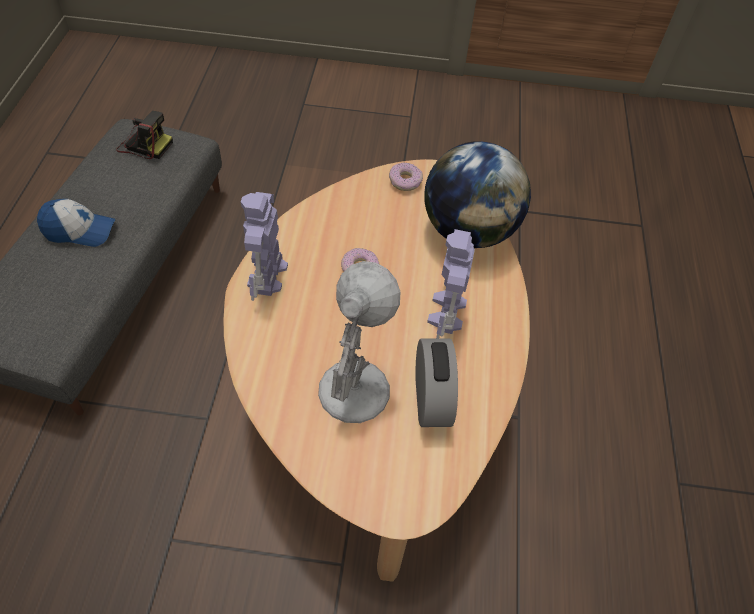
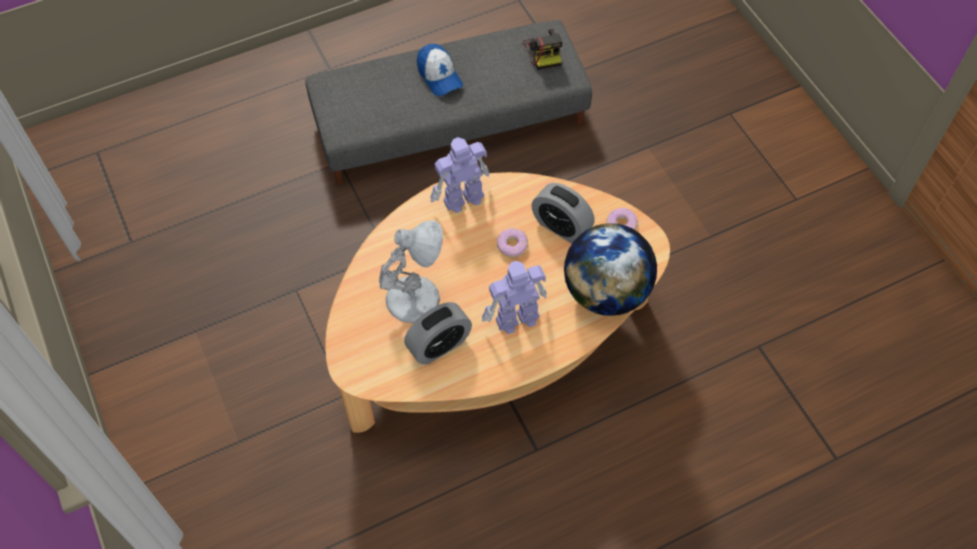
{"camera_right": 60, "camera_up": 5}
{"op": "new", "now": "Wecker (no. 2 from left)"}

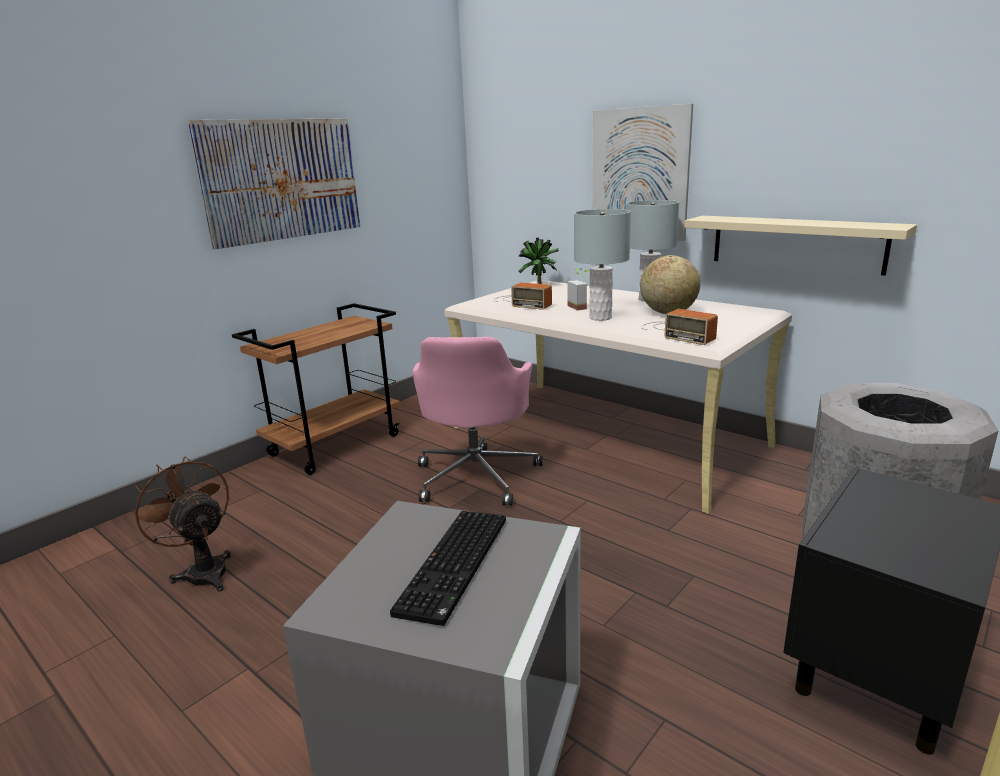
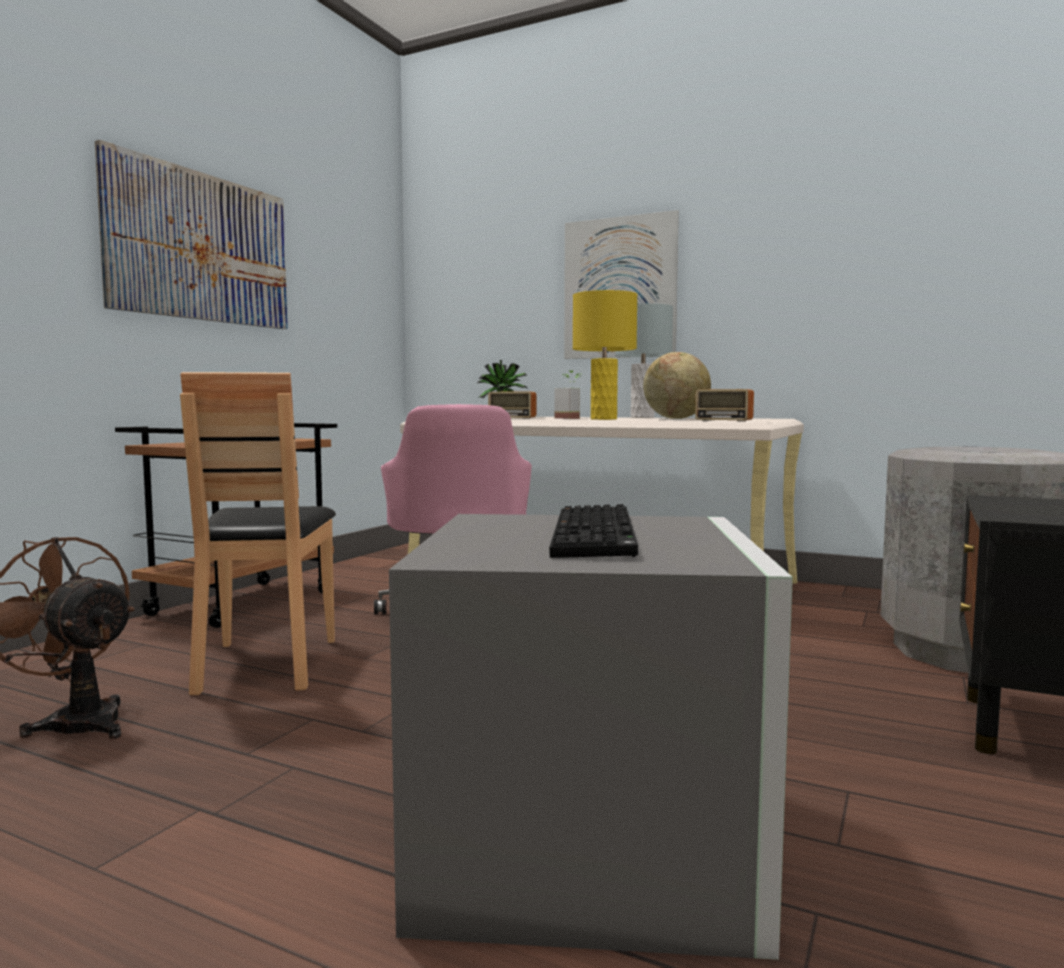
{"camera_right": -15, "camera_up": -15}
{"op": "new", "now": "Stuhl [braun]"}
{"op": "repainted", "was": "Tischlampe [grau] (no. 1 from left)", "now": "Tischlampe [gelb]"}
{"op": "gone", "was": "Wandregal [beige]"}

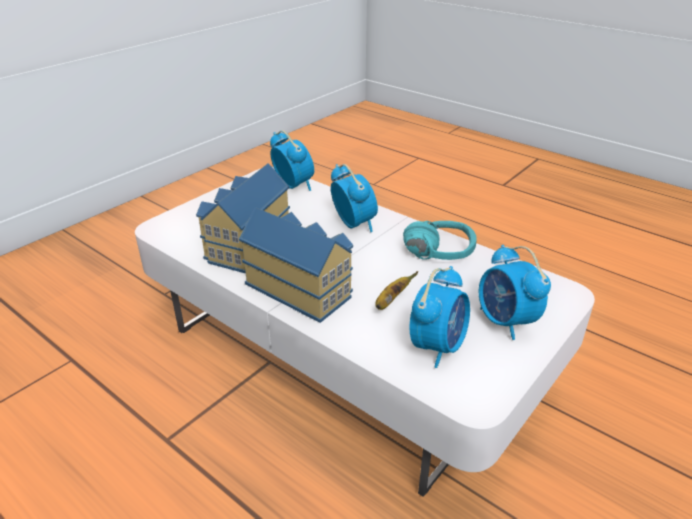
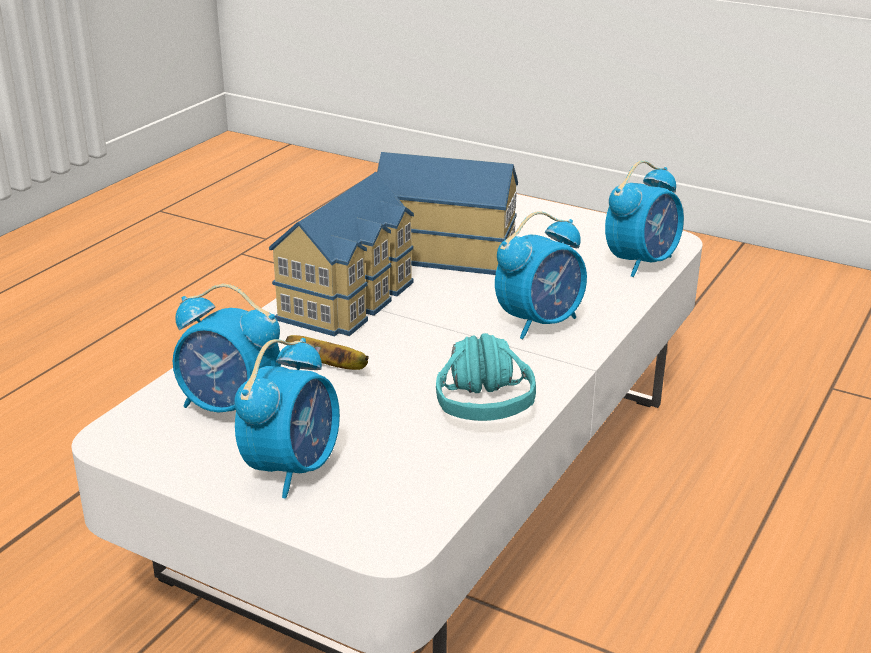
{"camera_right": 80, "camera_up": -5}
{"op": "rotated", "was": "Wecker (no. 4 from left in the first image)", "clockwise": 150}

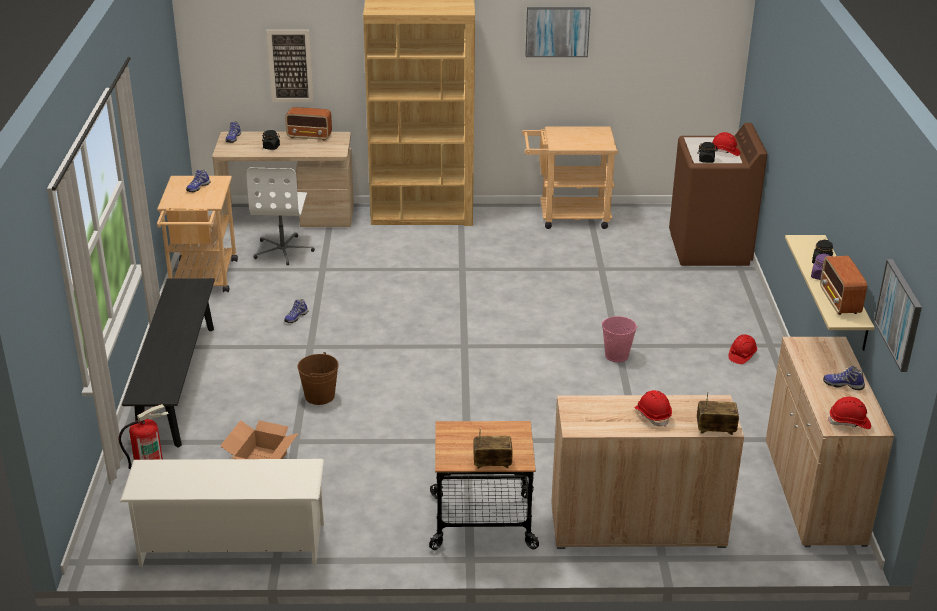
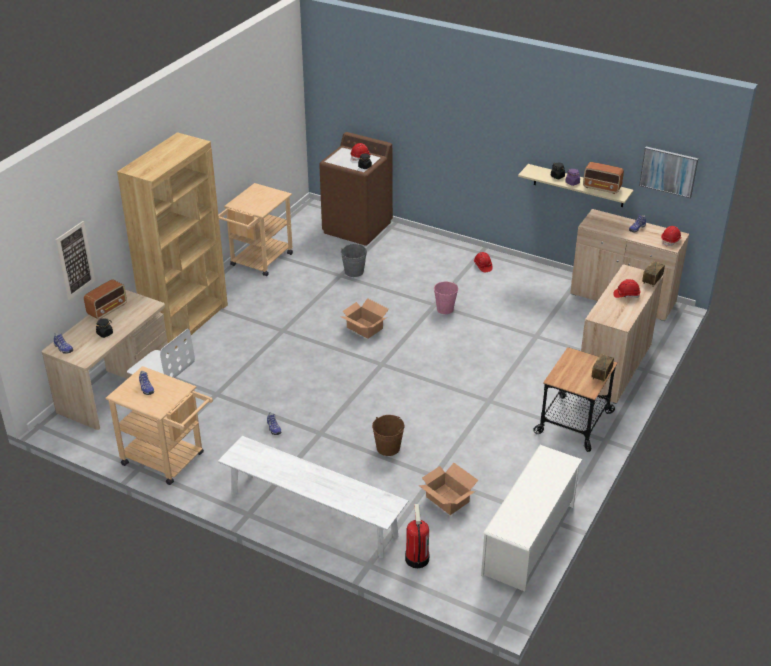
{"camera_right": -60, "camera_up": 5}
{"op": "repainted", "was": "Bank [schwarz]", "now": "Bank [weiß]"}
{"op": "new", "now": "Eimer [grau]"}
{"op": "new", "now": "Karton (no. 1 from left)"}
{"op": "gone", "was": "Bild (no. 2 from left)"}

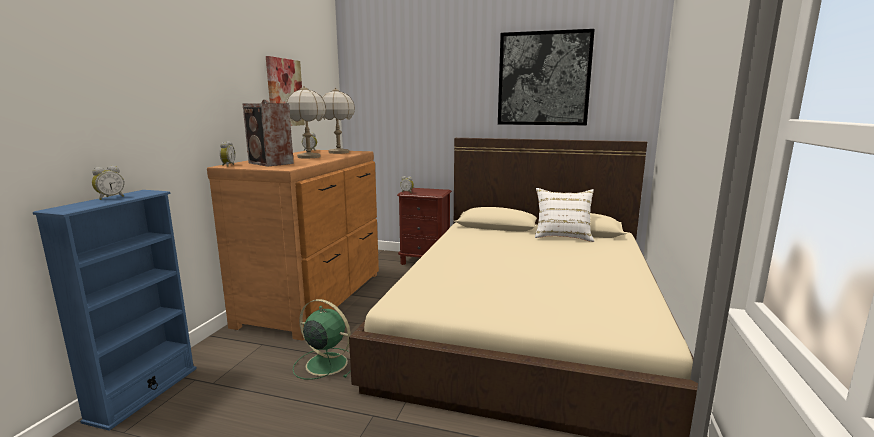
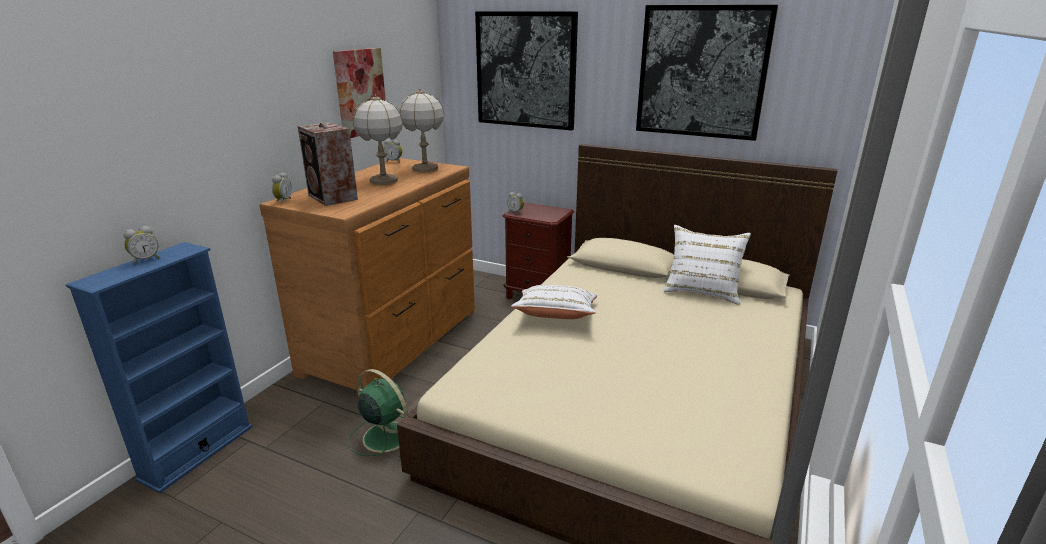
{"camera_right": 10, "camera_up": 10}
{"op": "new", "now": "Bild (no. 2 from left)"}
{"op": "new", "now": "Kissen [weiß] (no. 1 from left)"}

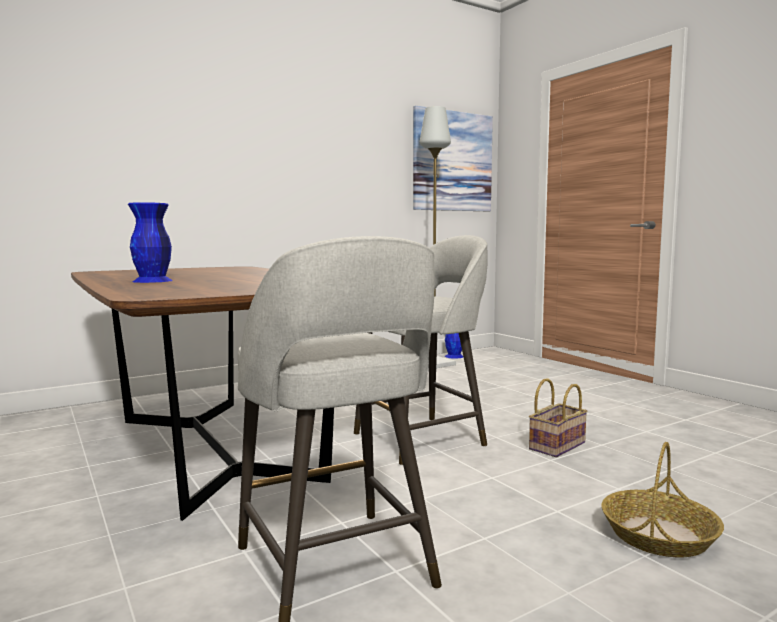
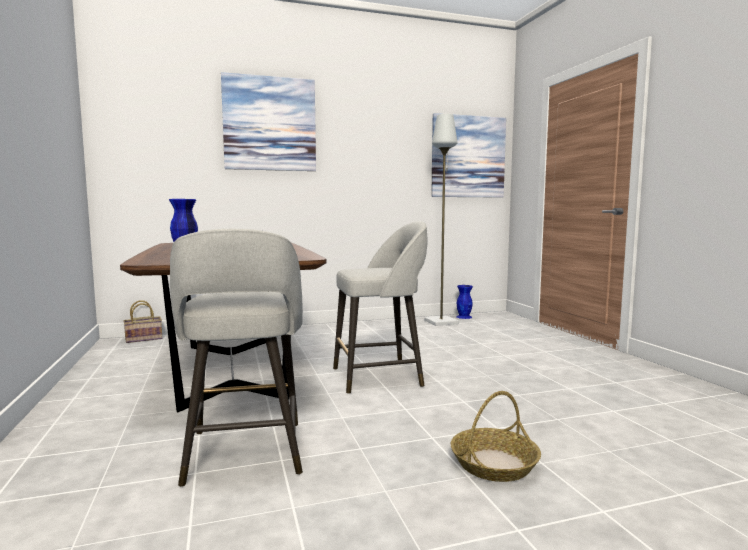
{"camera_right": 15, "camera_up": 0}
{"op": "shifted", "was": "Korb (no. 1 from left)"}
{"op": "new", "now": "Bild (no. 1 from left)"}

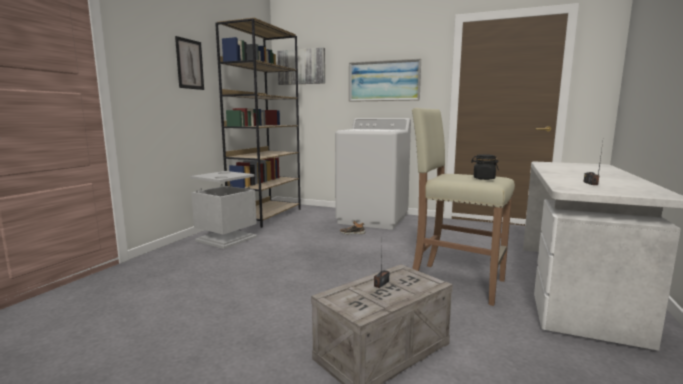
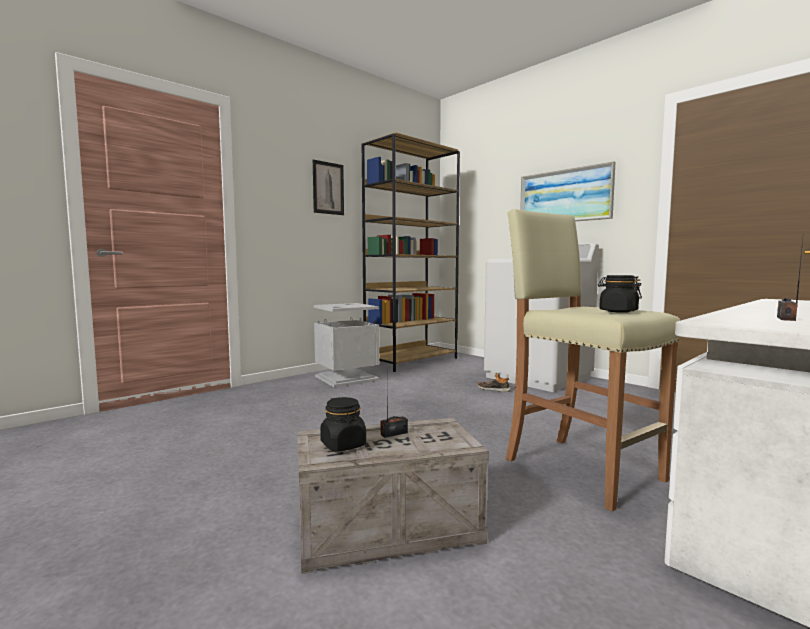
{"camera_right": 25, "camera_up": -5}
{"op": "new", "now": "Vorratsglas [schwarz] (no. 1 from left)"}
{"op": "gone", "was": "Bild (no. 2 from left)"}

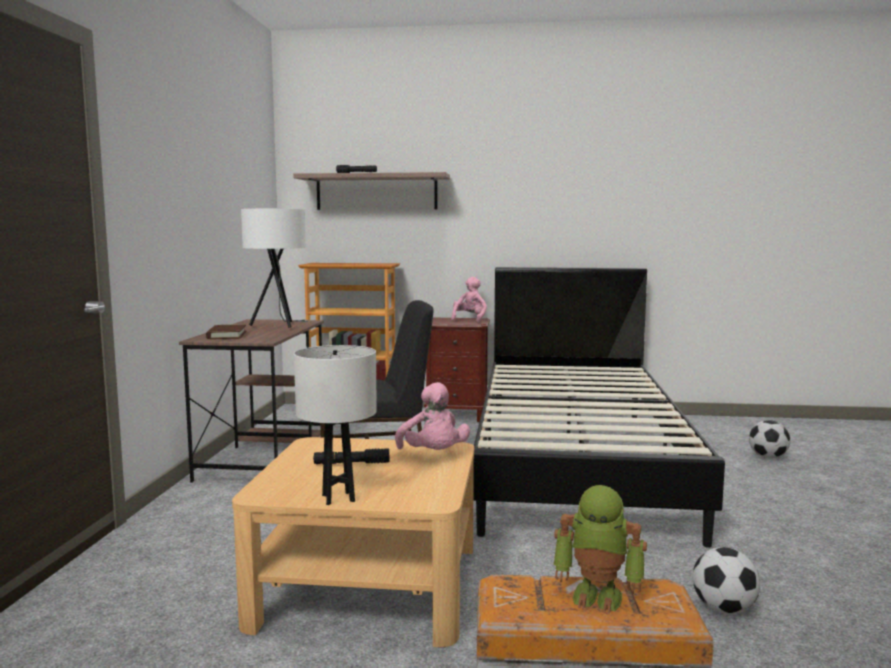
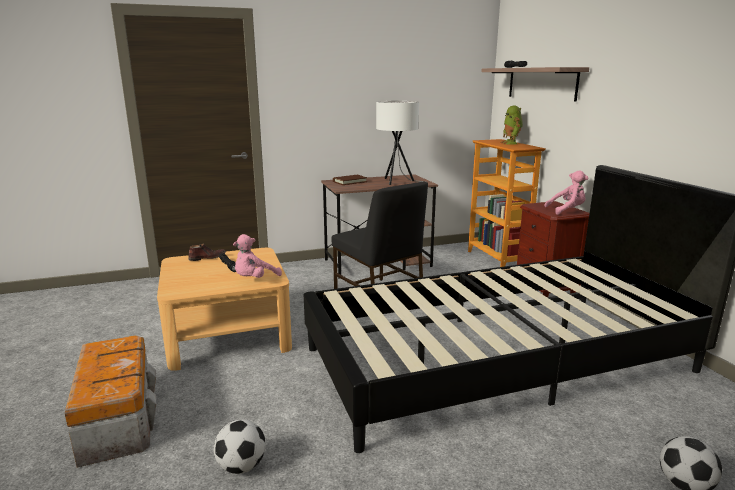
{"camera_right": 65, "camera_up": 10}
{"op": "new", "now": "Schuh [braun]"}
{"op": "shifted", "was": "Spielzeugroboter"}
{"op": "gone", "was": "Tischlampe [weiß] (no. 2 from left)"}

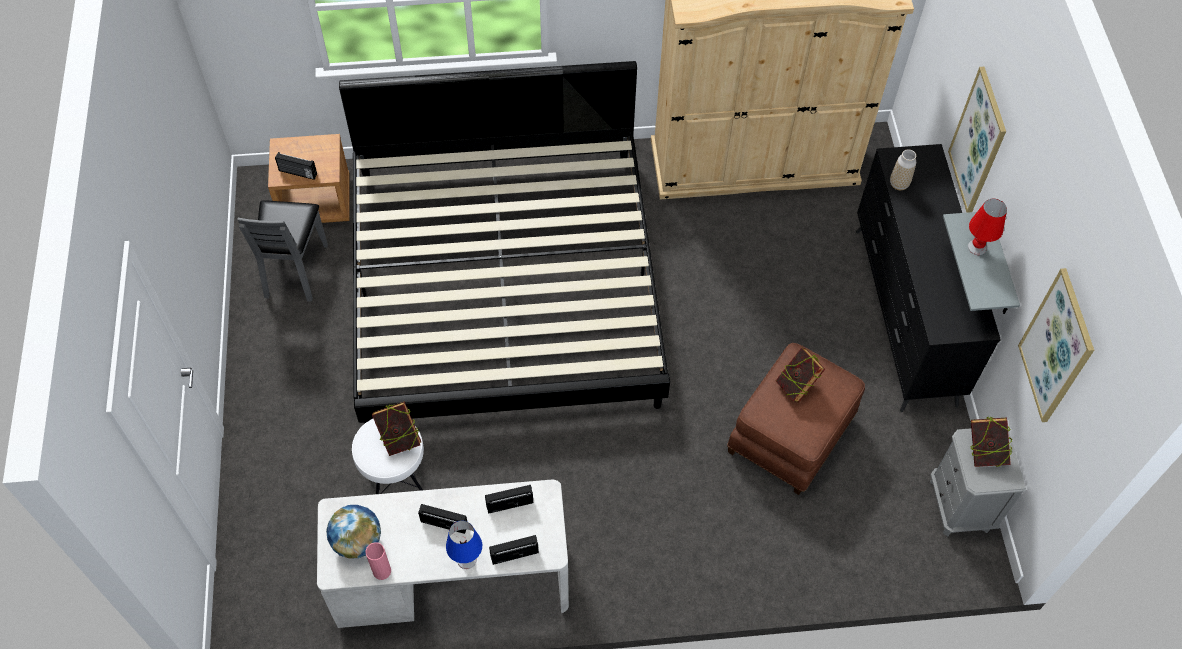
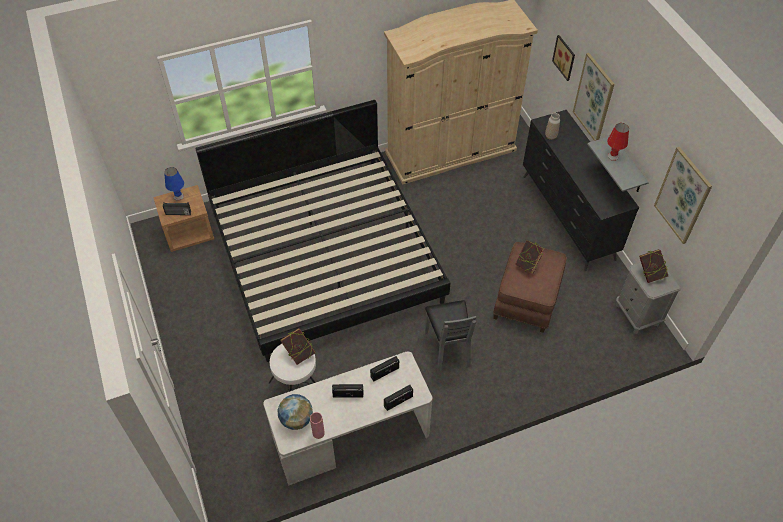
{"camera_right": -15, "camera_up": -5}
{"op": "shifted", "was": "Tischlampe [blau]"}
{"op": "shifted", "was": "Stuhl [grau]"}
{"op": "new", "now": "Bild (no. 1 from left)"}

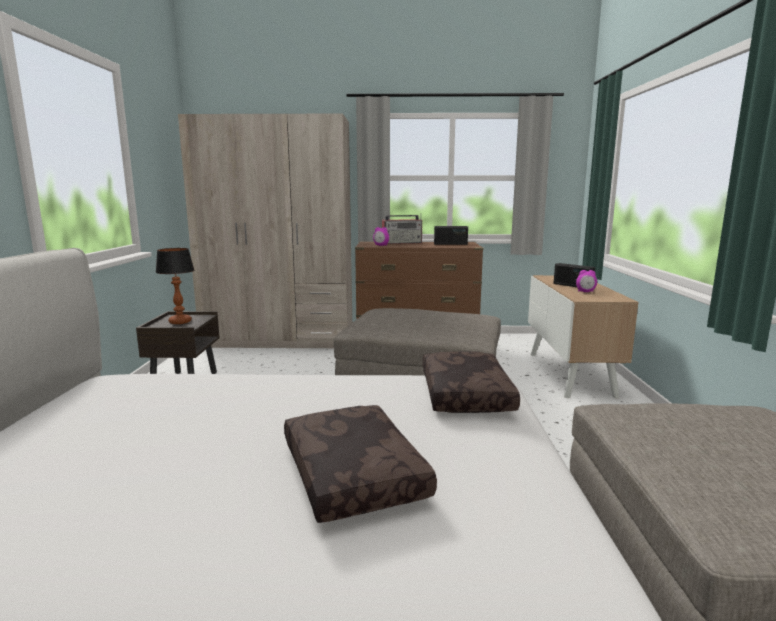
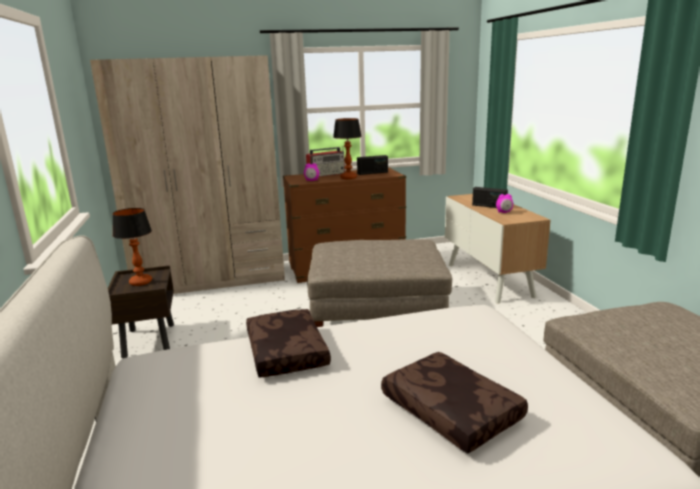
{"camera_right": -15, "camera_up": 5}
{"op": "shifted", "was": "Kissen [braun] (no. 2 from left in the first image)", "now": "Kissen [braun] (no. 1 from left)"}
{"op": "new", "now": "Tischlampe (no. 2 from left)"}

